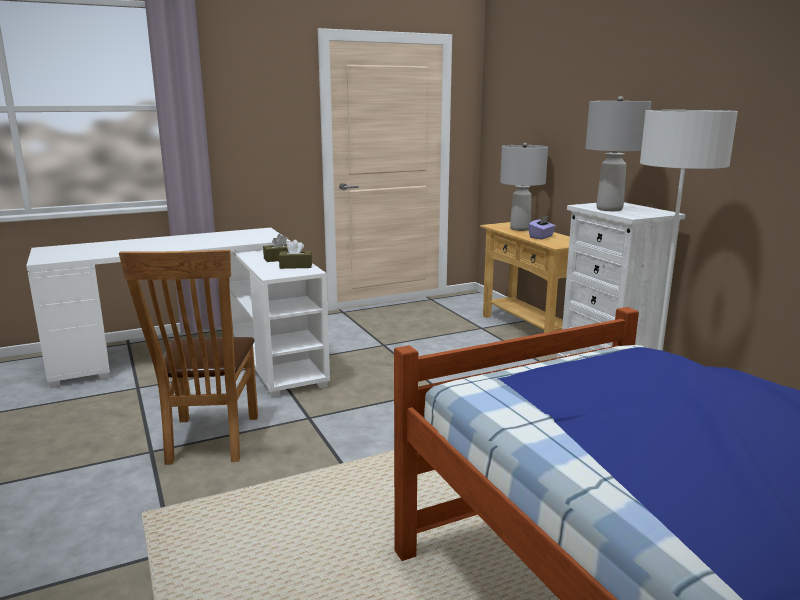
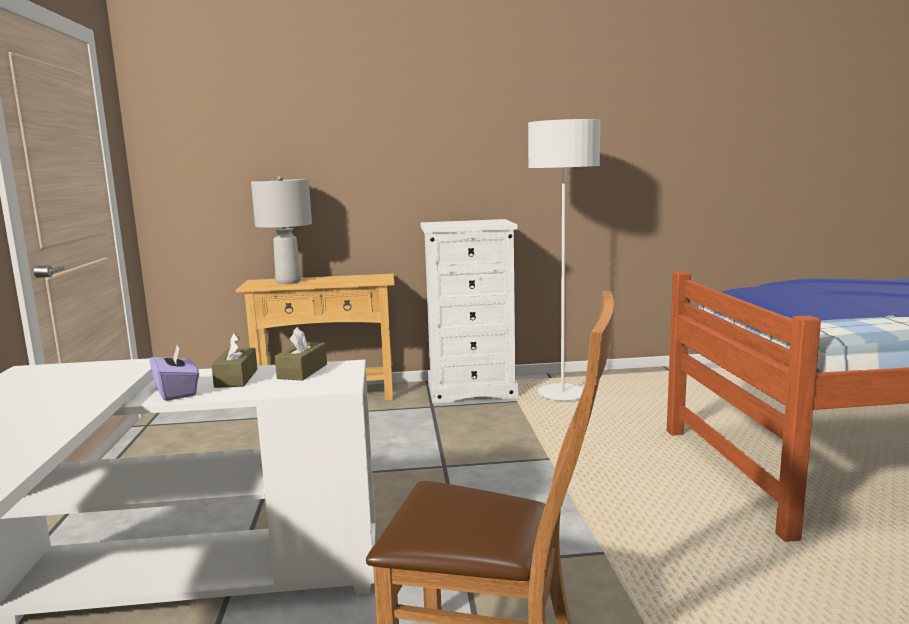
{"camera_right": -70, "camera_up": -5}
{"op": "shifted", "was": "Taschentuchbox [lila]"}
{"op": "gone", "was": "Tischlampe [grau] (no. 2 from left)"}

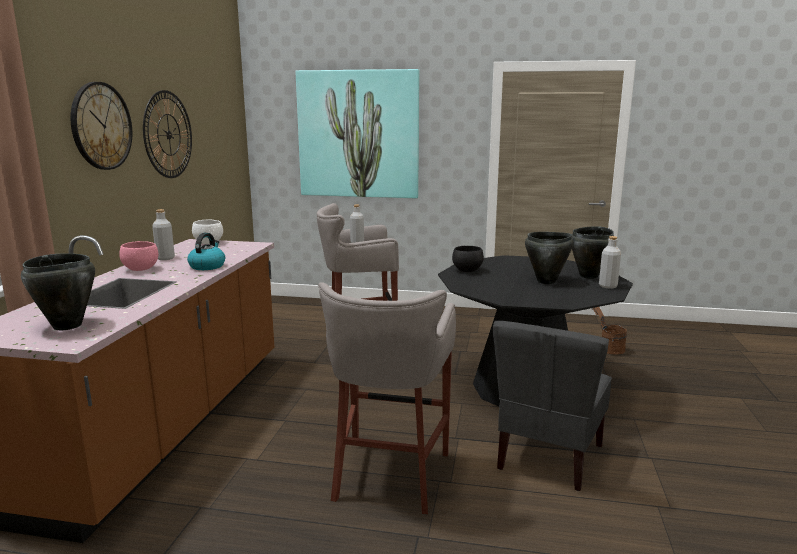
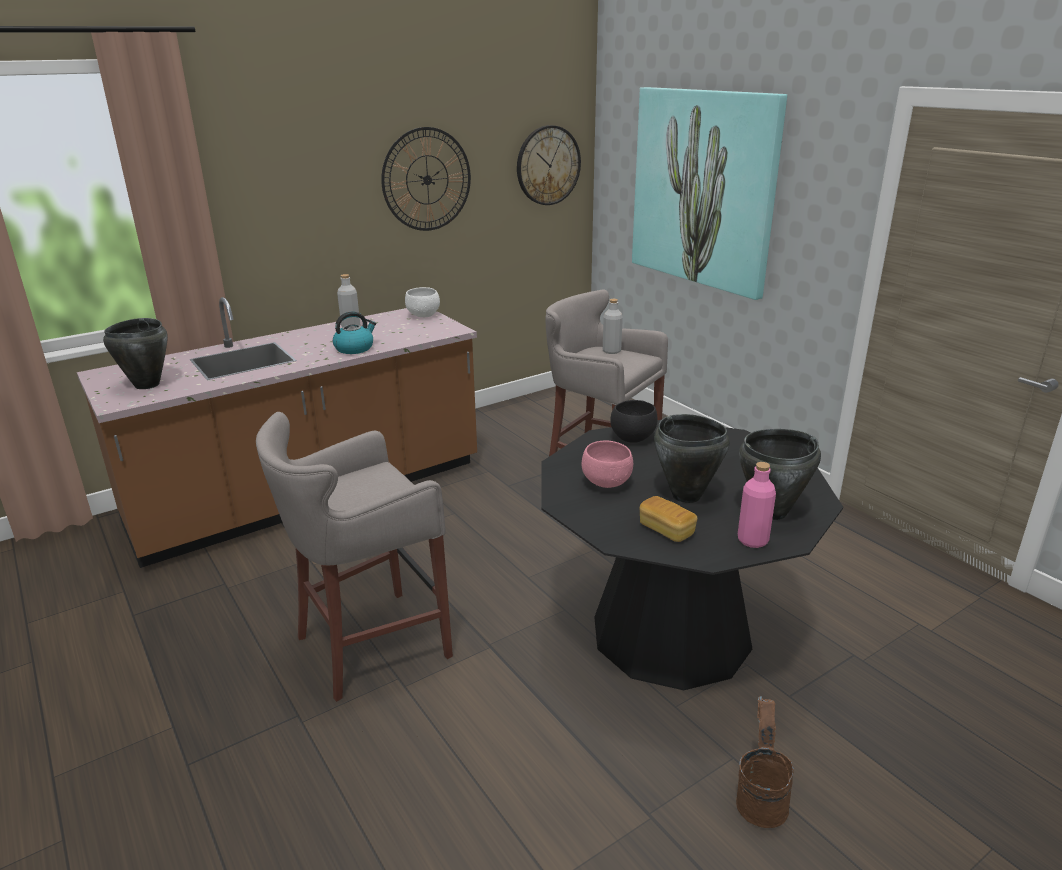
{"camera_right": 45, "camera_up": 10}
{"op": "shifted", "was": "Wanduhr (no. 1 from left in the first image)", "now": "Wanduhr (no. 2 from left)"}
{"op": "shifted", "was": "Schüssel [rosa]"}
{"op": "new", "now": "Brot"}
{"op": "shifted", "was": "Eimer [braun]"}
{"op": "repainted", "was": "Flasche [grau] (no. 3 from left)", "now": "Flasche [rosa]"}
{"op": "gone", "was": "Stuhl [grau]"}

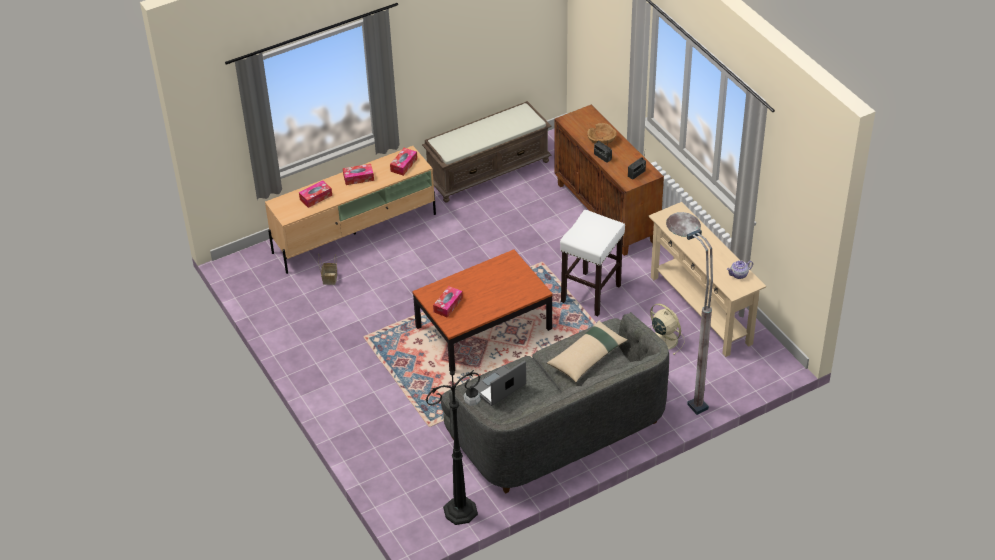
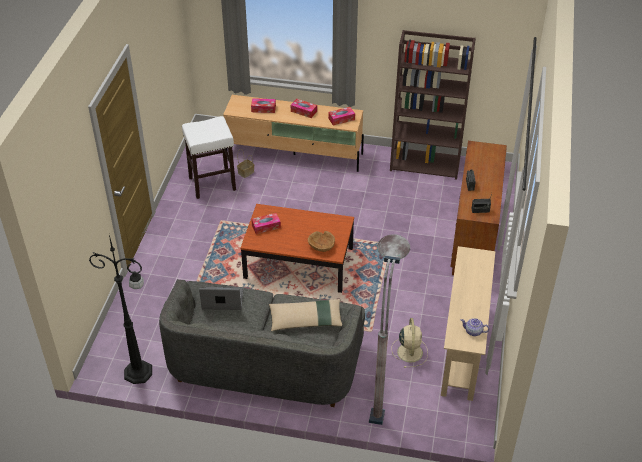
{"camera_right": 40, "camera_up": 0}
{"op": "shifted", "was": "Hocker [weiß]"}
{"op": "shifted", "was": "Schüssel [braun]"}
{"op": "swapped", "was": "Bank [braun]", "now": "Bücherregal [braun]"}

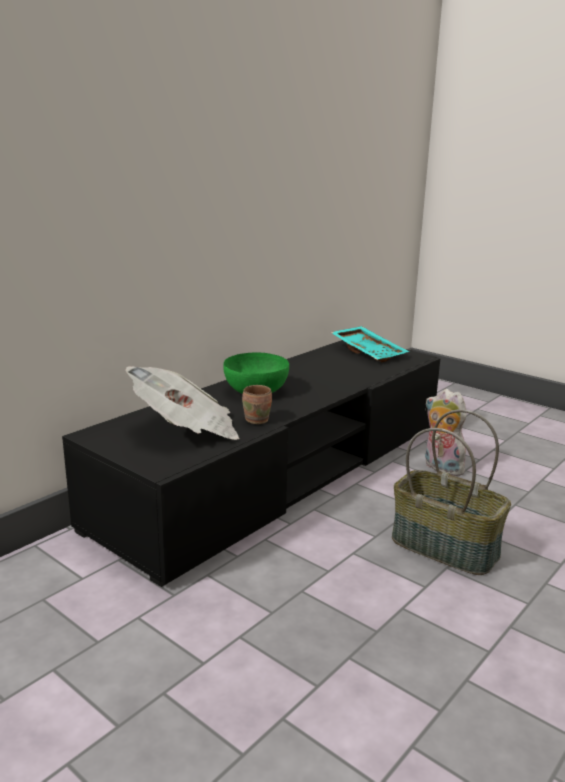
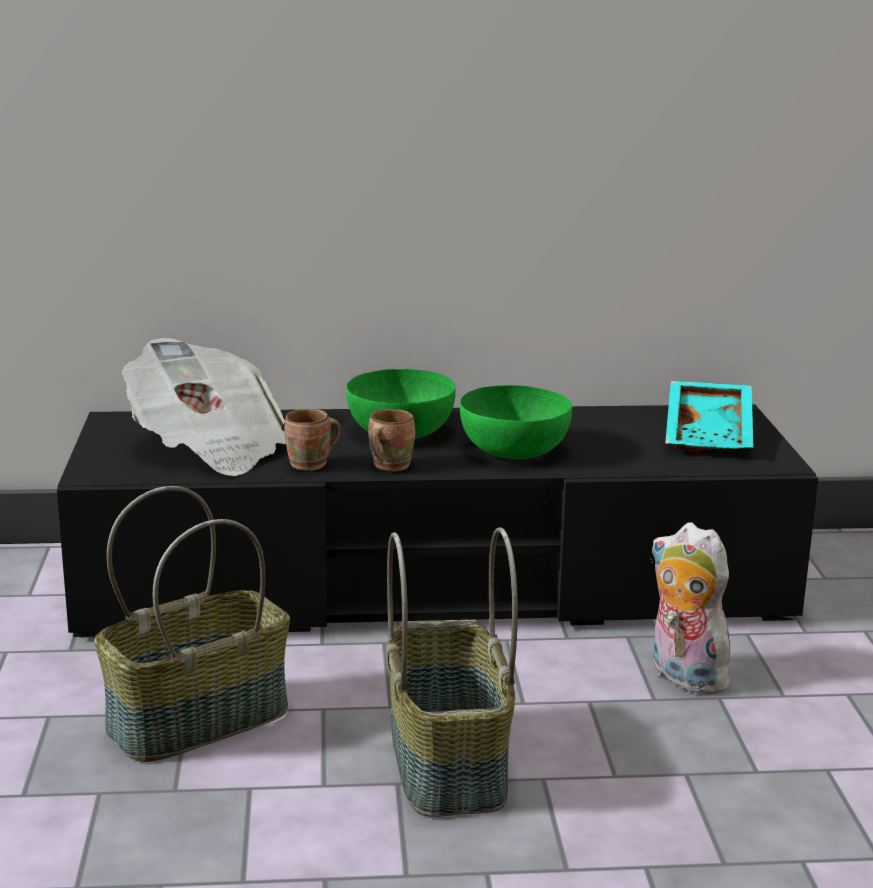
{"camera_right": 45, "camera_up": 0}
{"op": "new", "now": "Korb (no. 1 from left)"}
{"op": "new", "now": "Henkelbecher [braun] (no. 2 from left)"}
{"op": "new", "now": "Schüssel [grün] (no. 2 from left)"}
{"op": "rotated", "was": "Plüschtier", "clockwise": -45}

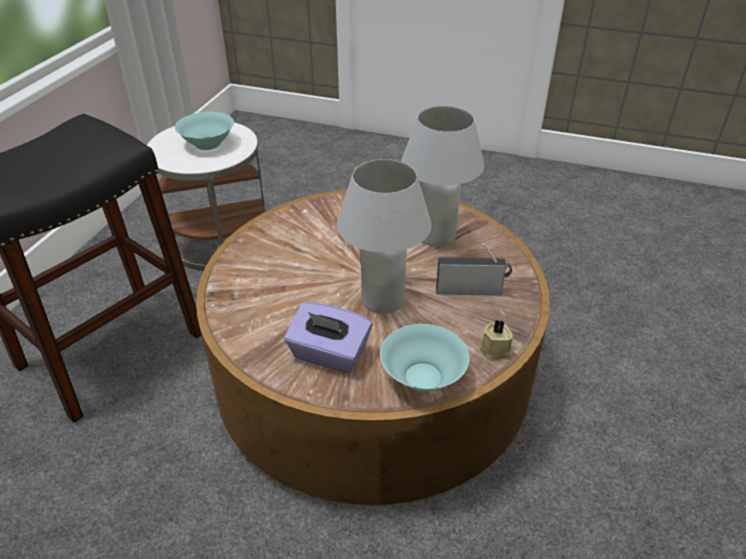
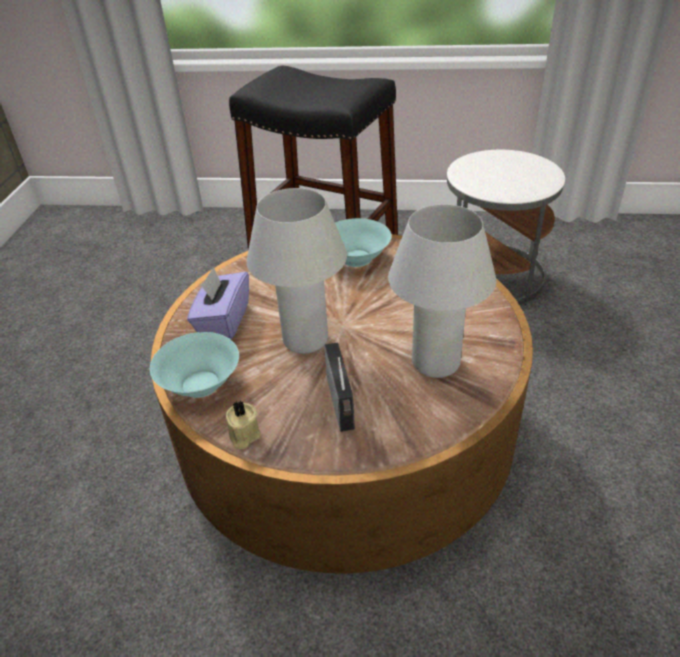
{"camera_right": 80, "camera_up": 0}
{"op": "shifted", "was": "Schüssel [türkis] (no. 1 from left in the first image)", "now": "Schüssel [türkis] (no. 2 from left)"}

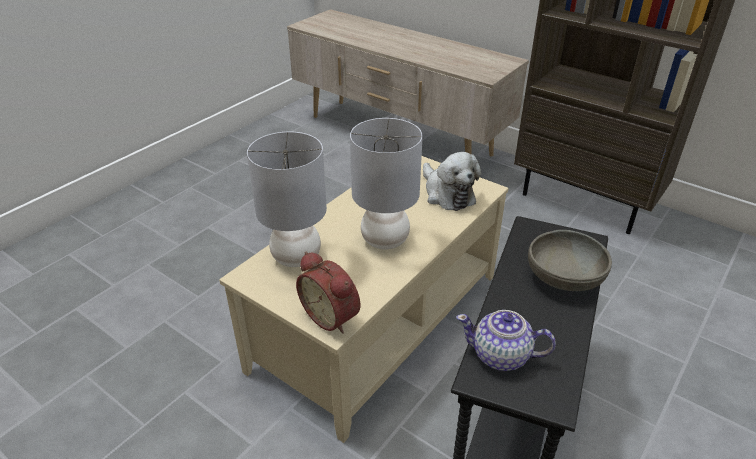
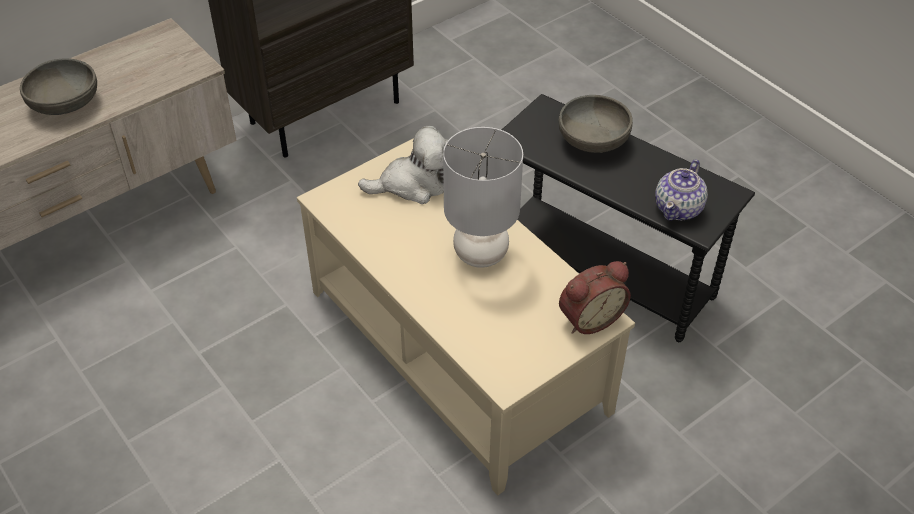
{"camera_right": -75, "camera_up": 10}
{"op": "new", "now": "Schüssel [grau] (no. 1 from left)"}
{"op": "gone", "was": "Tischlampe [grau] (no. 1 from left)"}

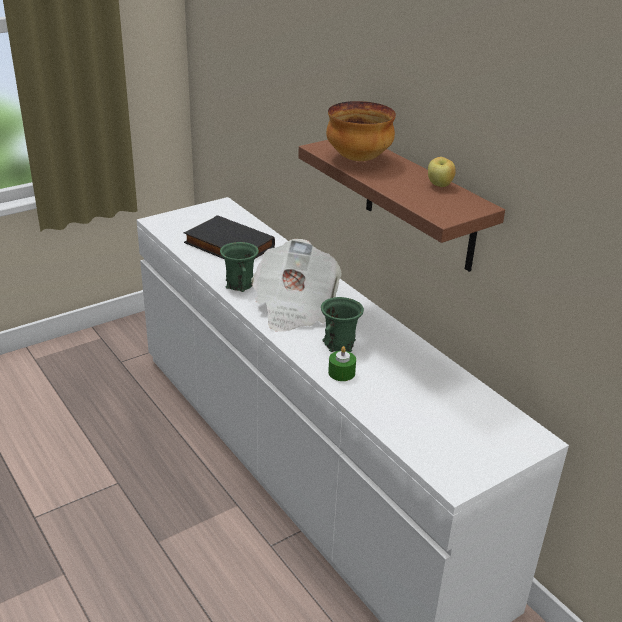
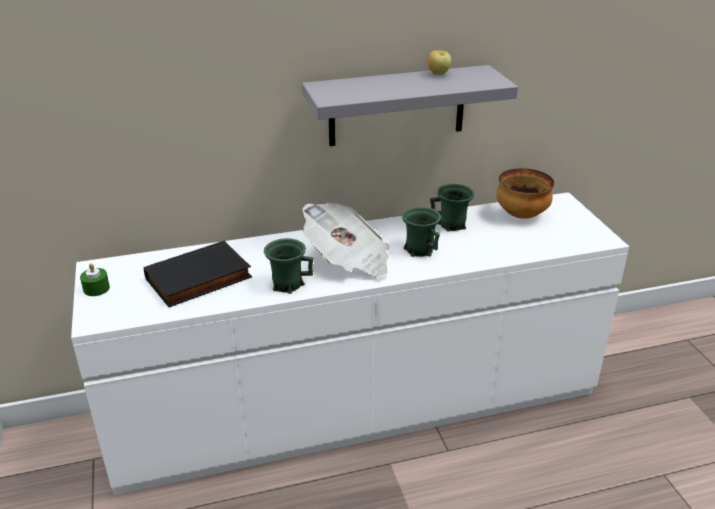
{"camera_right": -70, "camera_up": 0}
{"op": "shifted", "was": "Kerze [grün]"}
{"op": "repainted", "was": "Wandregal [braun]", "now": "Wandregal [grau]"}
{"op": "new", "now": "Henkelbecher [grün] (no. 3 from left)"}
{"op": "shifted", "was": "Schüssel"}

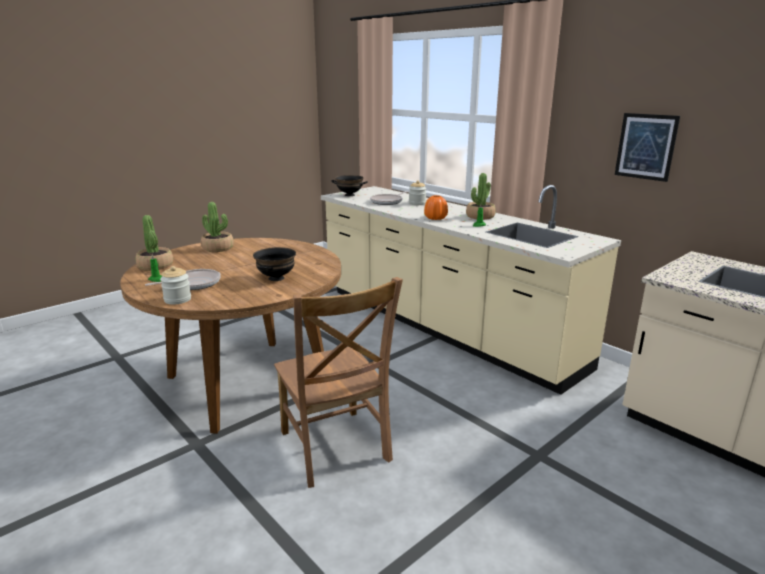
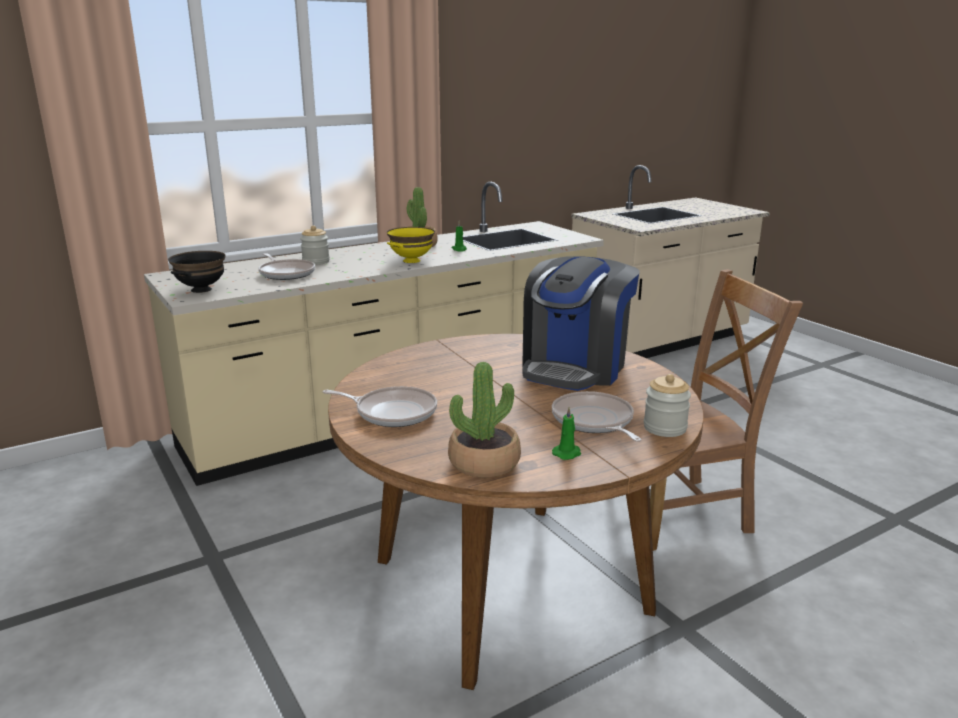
{"camera_right": -80, "camera_up": 0}
{"op": "swapped", "was": "Topfpflanze (no. 2 from left)", "now": "Pfanne (no. 2 from left)"}
{"op": "swapped", "was": "Vase [orange]", "now": "Schüssel [gelb]"}
{"op": "swapped", "was": "Schüssel [schwarz] (no. 1 from left)", "now": "Kaffeemaschine"}
{"op": "gone", "was": "Bild"}

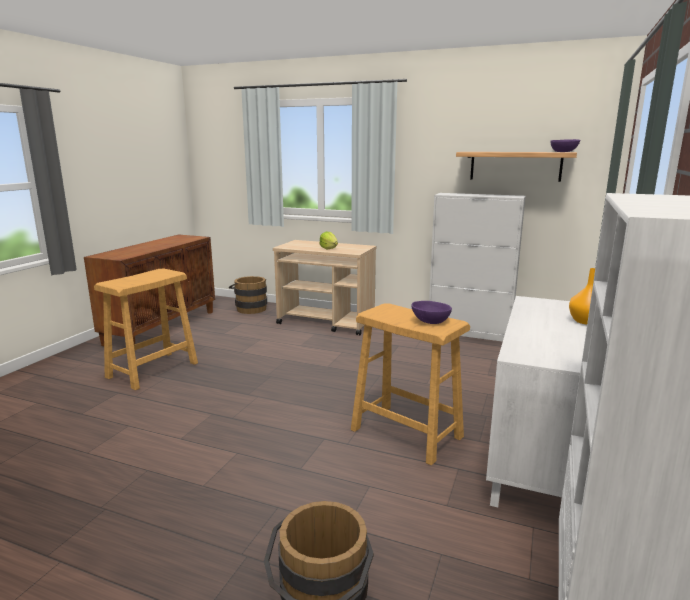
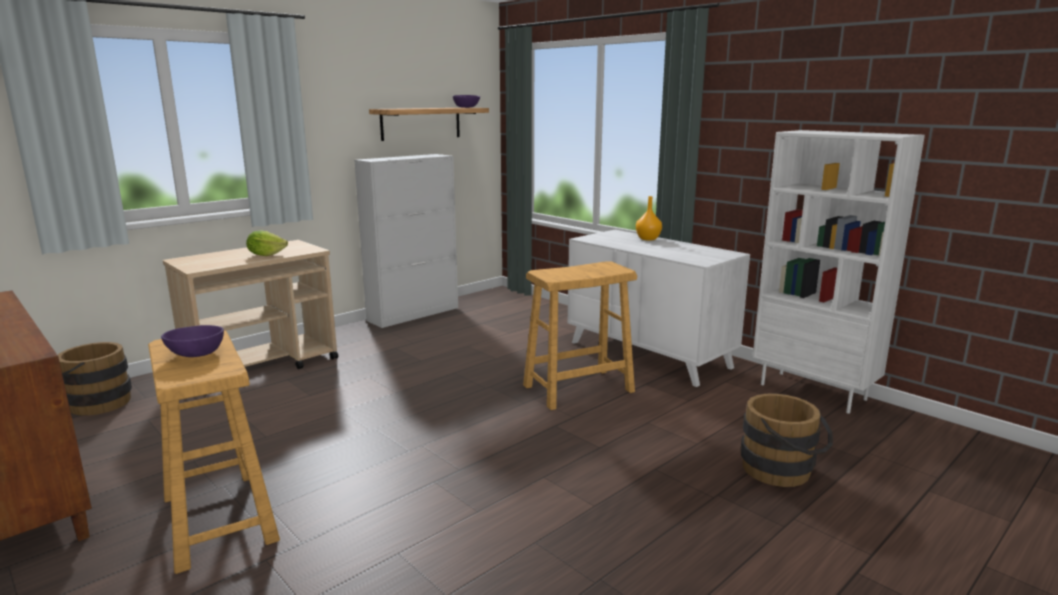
{"camera_right": -65, "camera_up": 0}
{"op": "shifted", "was": "Schüssel [lila] (no. 1 from left)"}

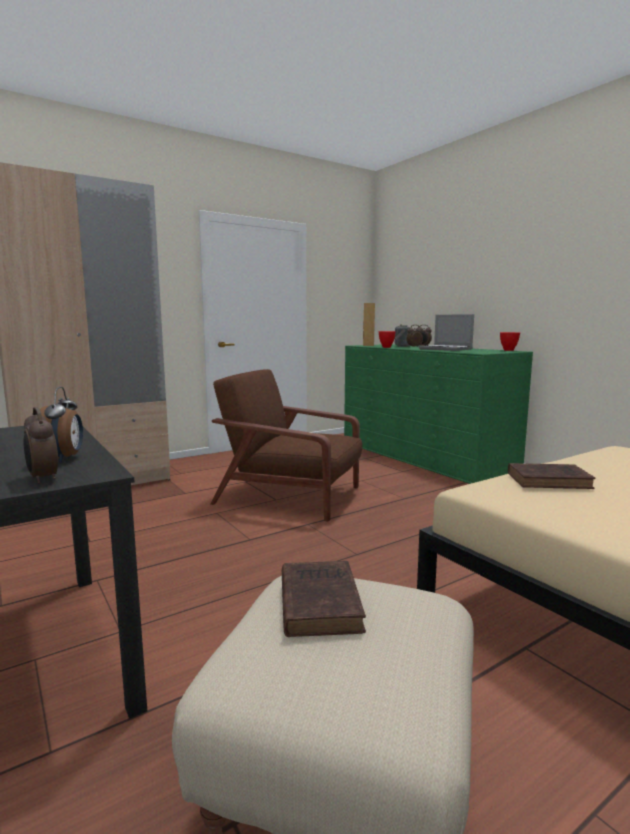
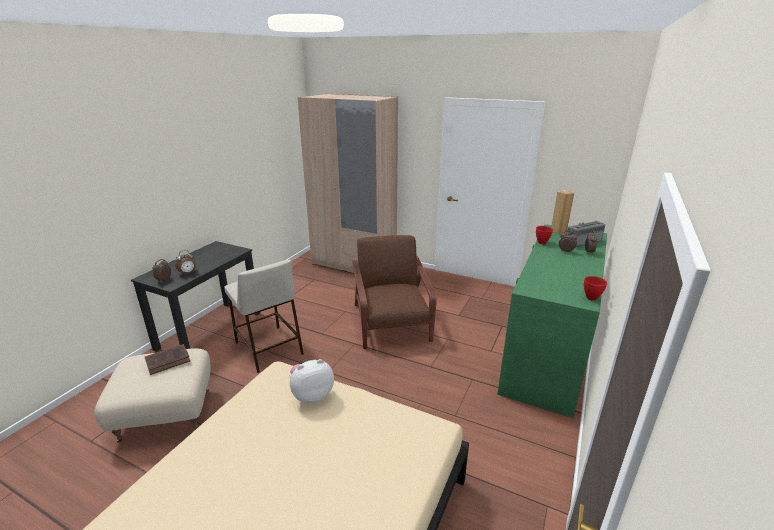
{"camera_right": 60, "camera_up": 15}
{"op": "new", "now": "Hocker [beige]"}
{"op": "swapped", "was": "Buch [braun] (no. 2 from left)", "now": "Plüschtier"}
{"op": "gone", "was": "Laptop"}

